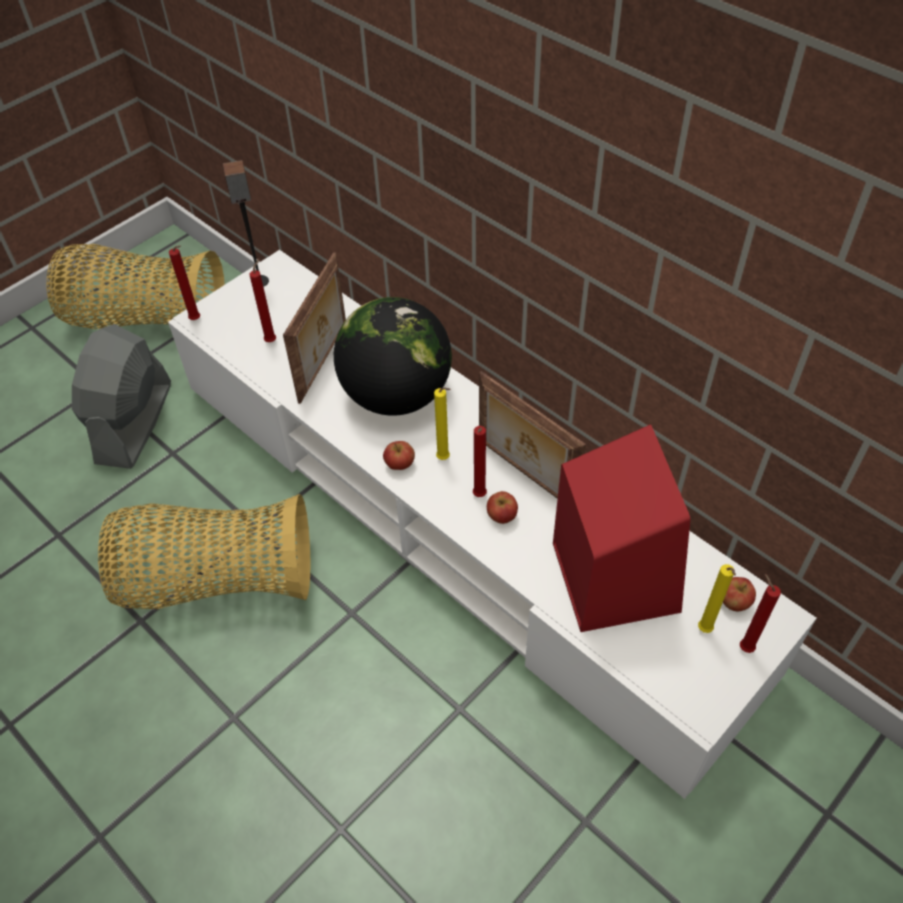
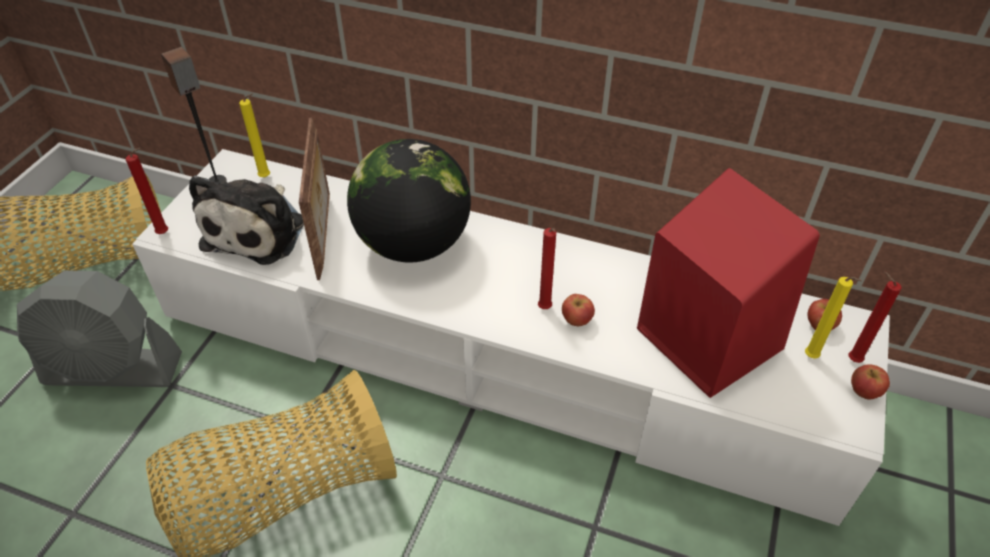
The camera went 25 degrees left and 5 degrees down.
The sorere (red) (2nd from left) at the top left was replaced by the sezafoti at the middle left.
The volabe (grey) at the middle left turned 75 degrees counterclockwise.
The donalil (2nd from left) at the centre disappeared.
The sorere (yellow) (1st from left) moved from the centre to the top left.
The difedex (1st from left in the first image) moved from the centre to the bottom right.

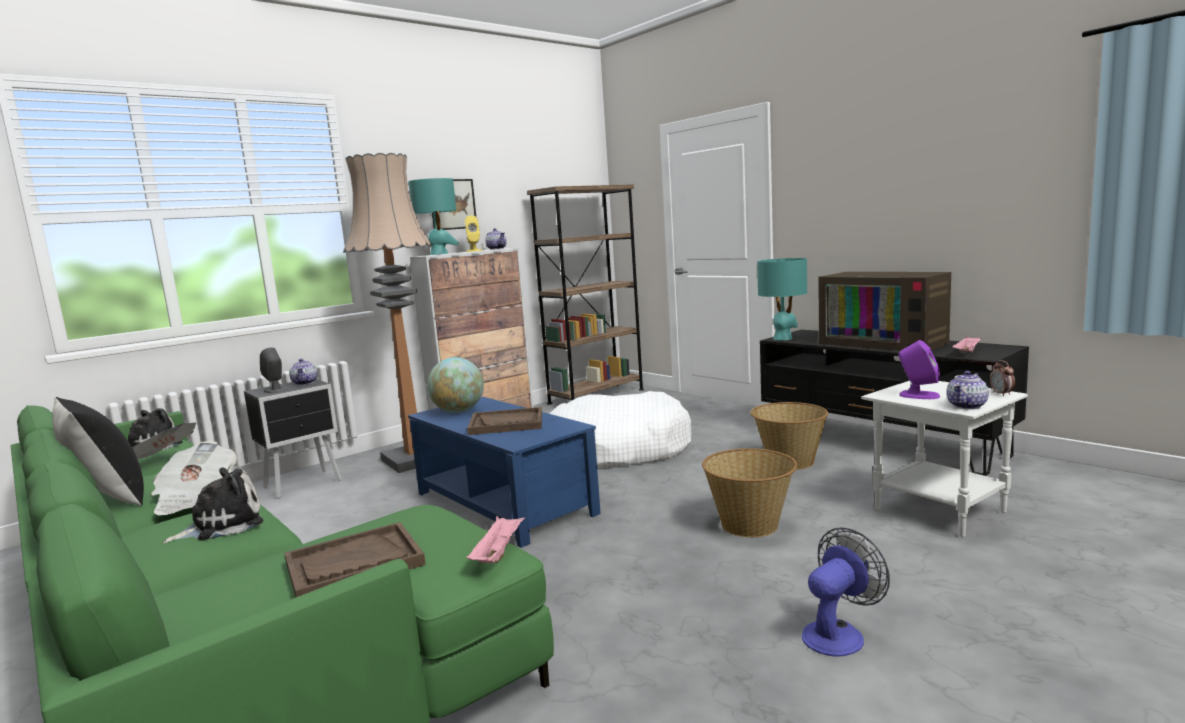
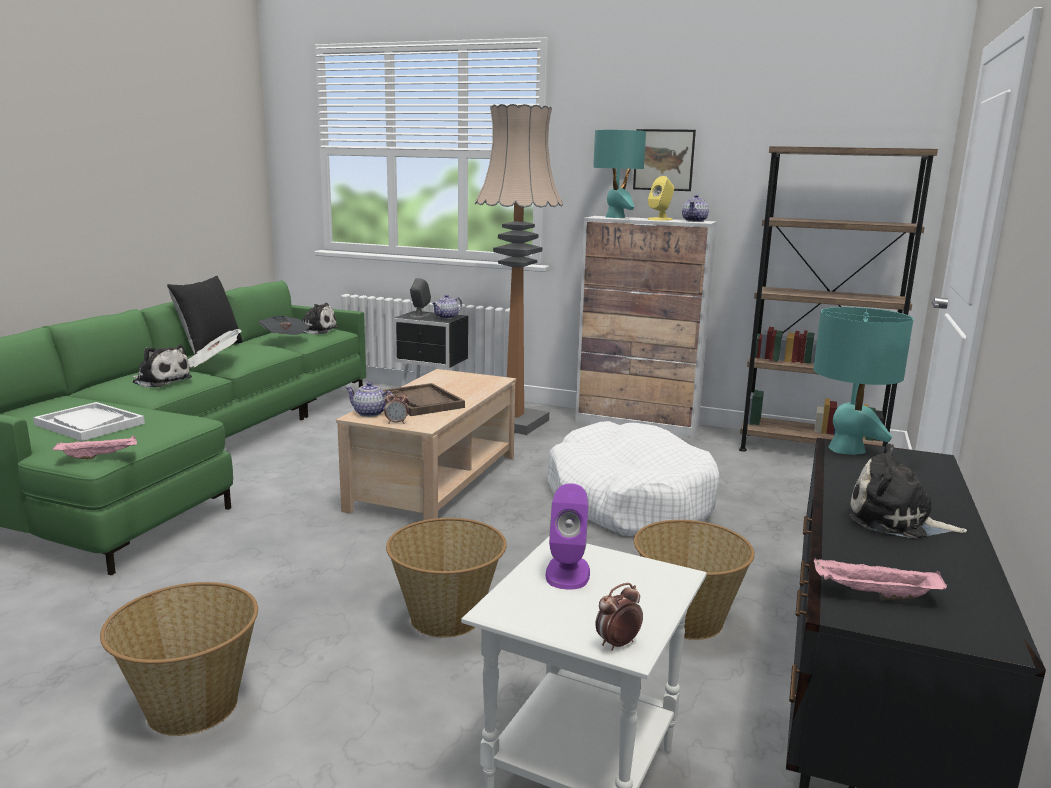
The camera went 60 degrees right and 5 degrees up.
The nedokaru at the middle right was replaced by the sezafoti (3rd from left) at the middle right.
The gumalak at the centre disappeared.
The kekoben (3rd from left in the first image) moved from the middle right to the centre.
The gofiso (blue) at the centre became the gofiso (beige) at the centre.
The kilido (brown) (1st from left) at the bottom left became the kilido (white) at the middle left.
The volabe at the bottom right was replaced by the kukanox (1st from left) at the bottom left.
The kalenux (1st from left) at the centre appeared.

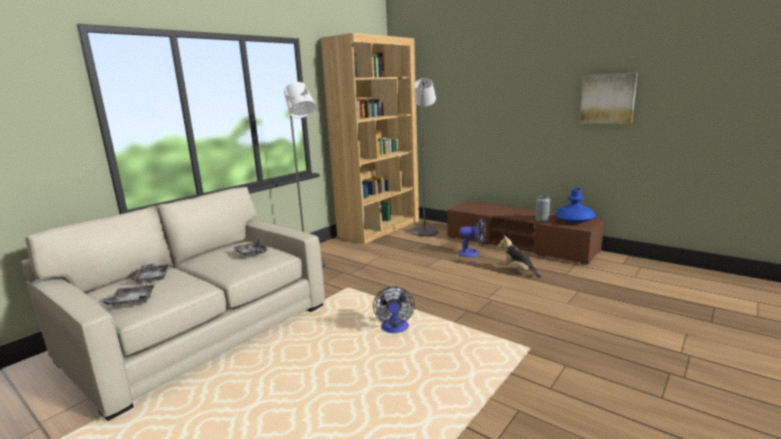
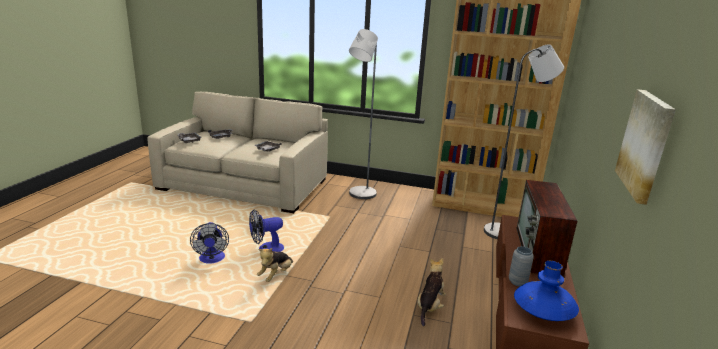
The camera went 65 degrees right and 5 degrees up.
The volabe (2nd from left in the first image) moved from the centre to the bottom left.
The nedokaru at the middle right appeared.
The sezafoti (1st from left) at the bottom centre appeared.

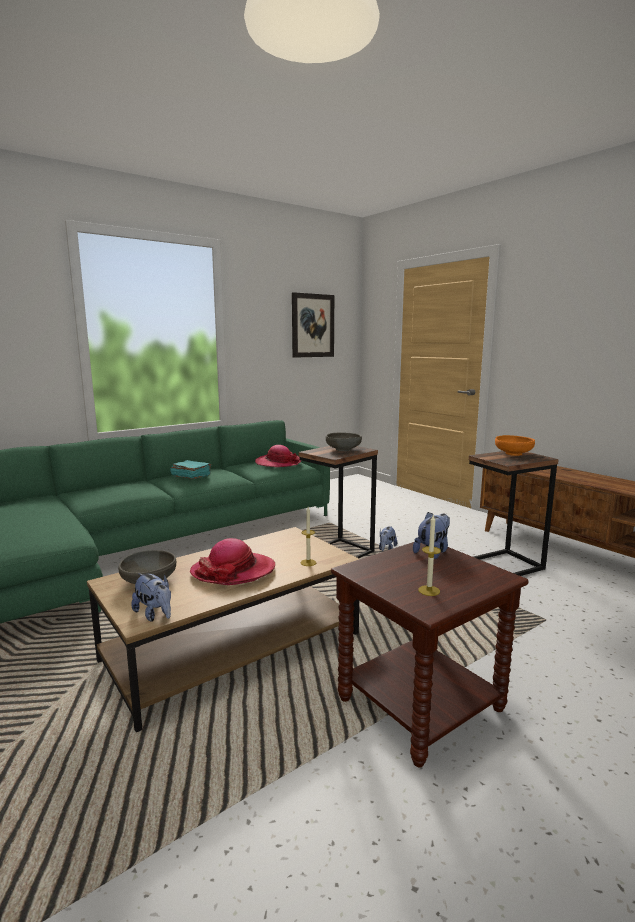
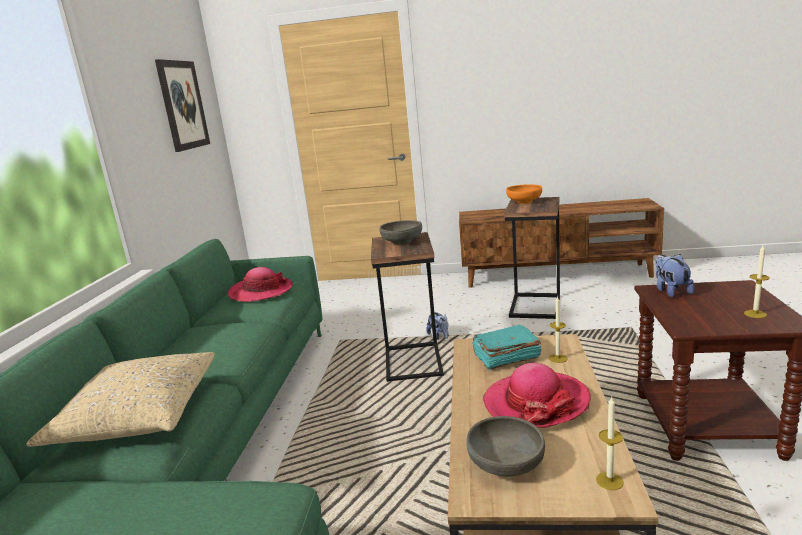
The camera went 45 degrees left and 5 degrees up.
The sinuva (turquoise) moved from the middle left to the centre.
The sezafoti (1st from left) at the middle left was replaced by the sorere (2nd from left) at the bottom right.
The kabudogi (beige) at the bottom left appeared.

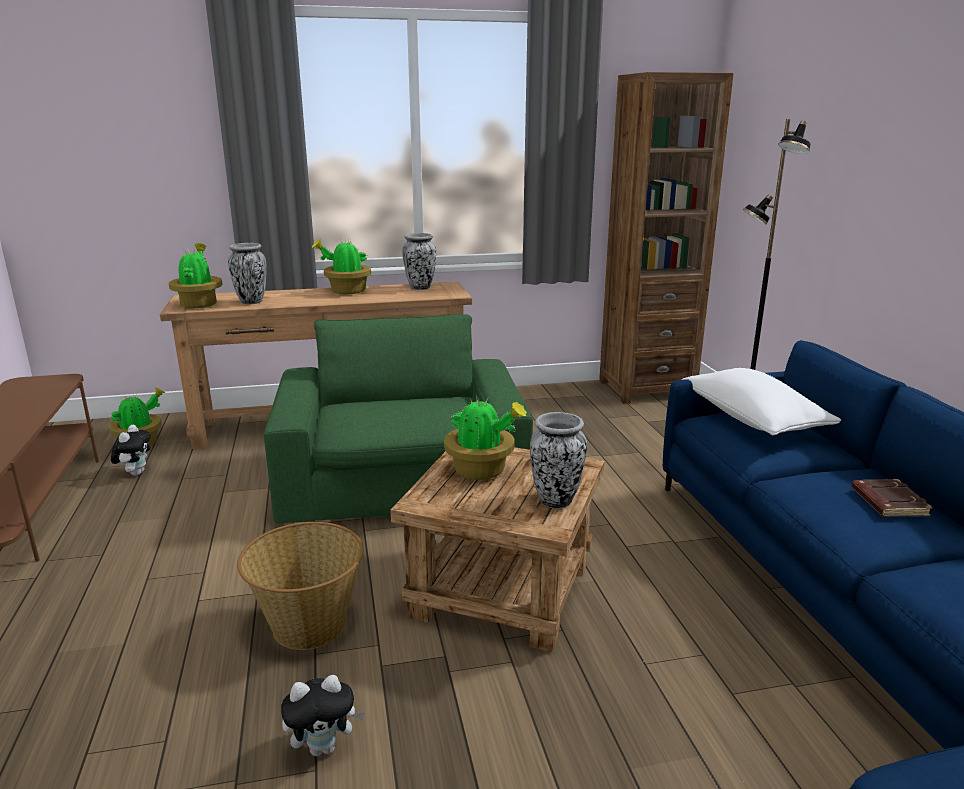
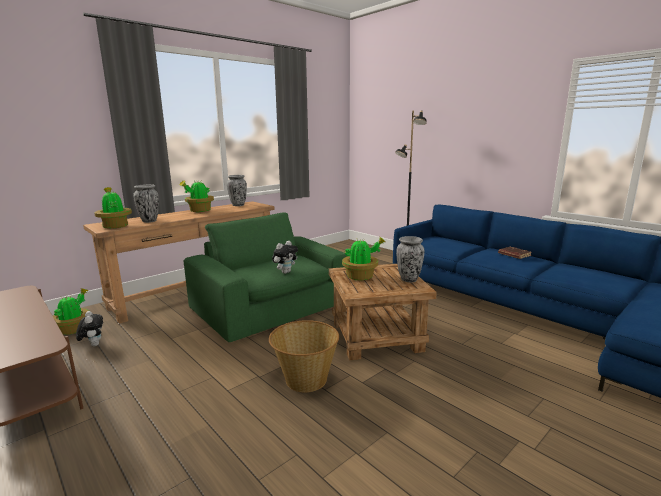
The camera went 30 degrees left and 5 degrees down.
The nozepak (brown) at the top right disappeared.
The kabudogi (white) at the middle right disappeared.
The sezafoti (2nd from left) moved from the bottom centre to the centre.

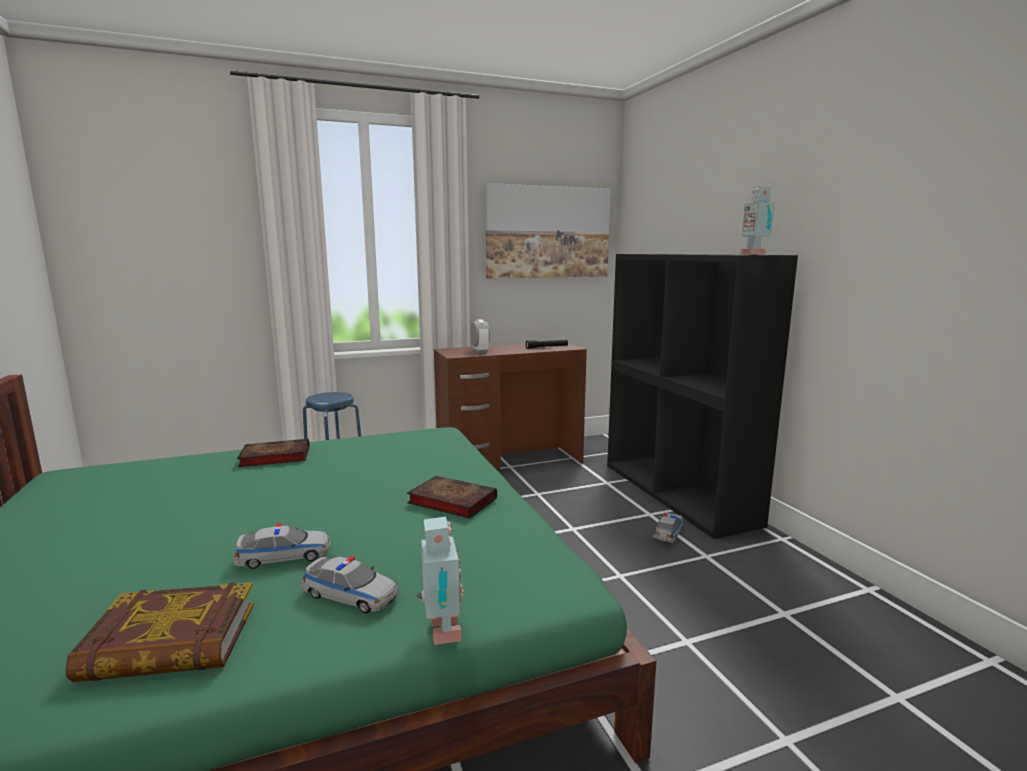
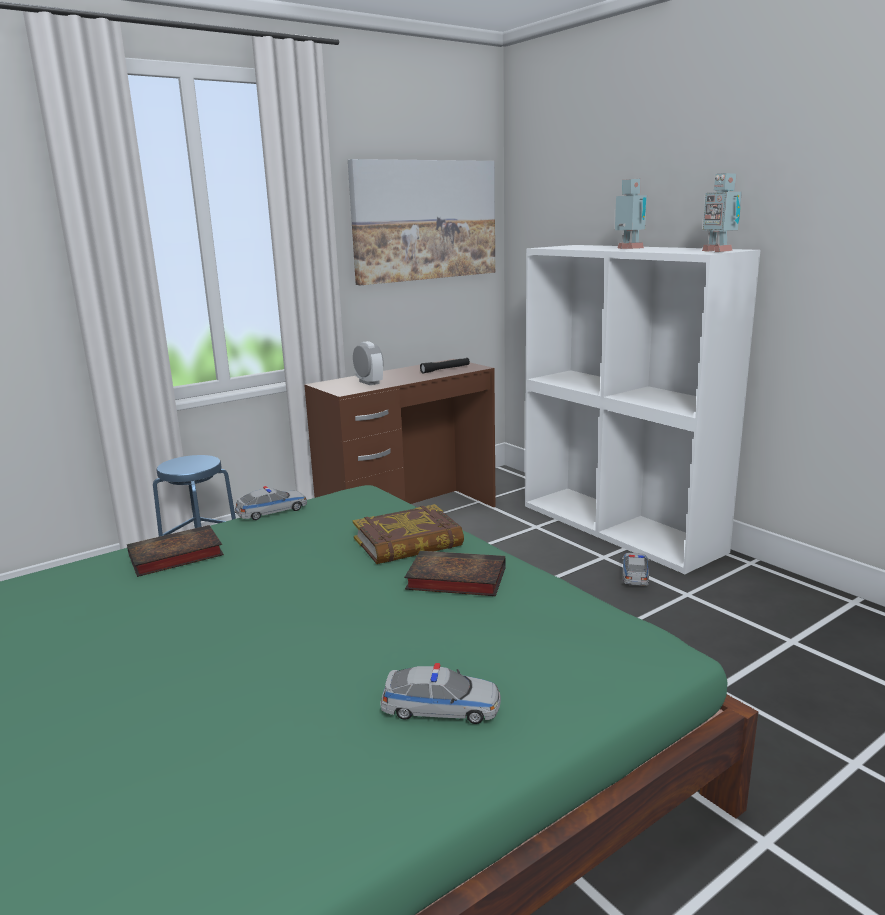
The camera went 15 degrees left and 5 degrees up.
The nozepak (black) at the middle right became the nozepak (white) at the middle right.
The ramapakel (1st from left) moved from the bottom centre to the top right.
The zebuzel (1st from left) moved from the bottom left to the middle left.
The sinuva (1st from left in the first image) moved from the bottom left to the centre.

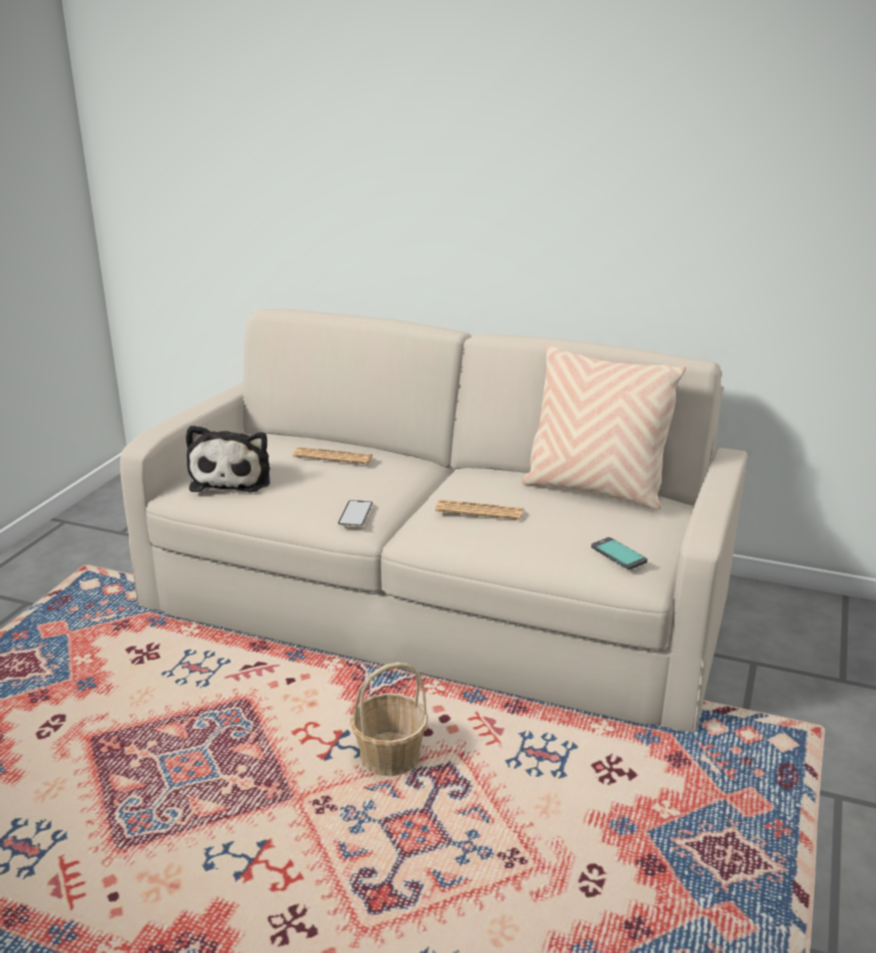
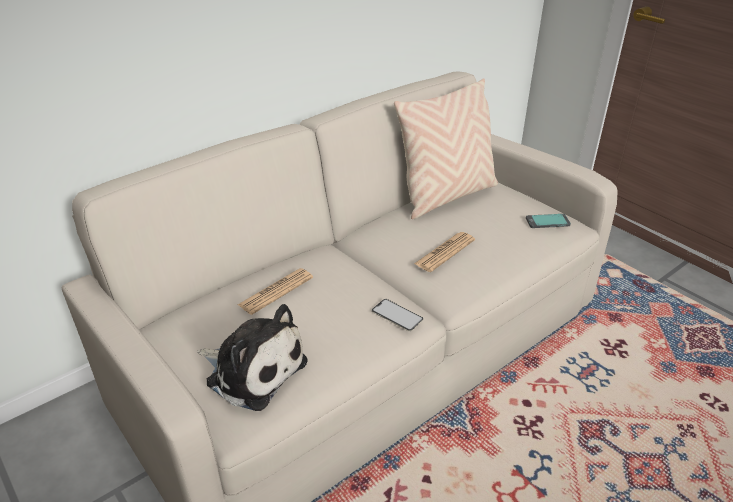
The camera went 60 degrees left and 10 degrees up.
The kukanox at the bottom centre disappeared.

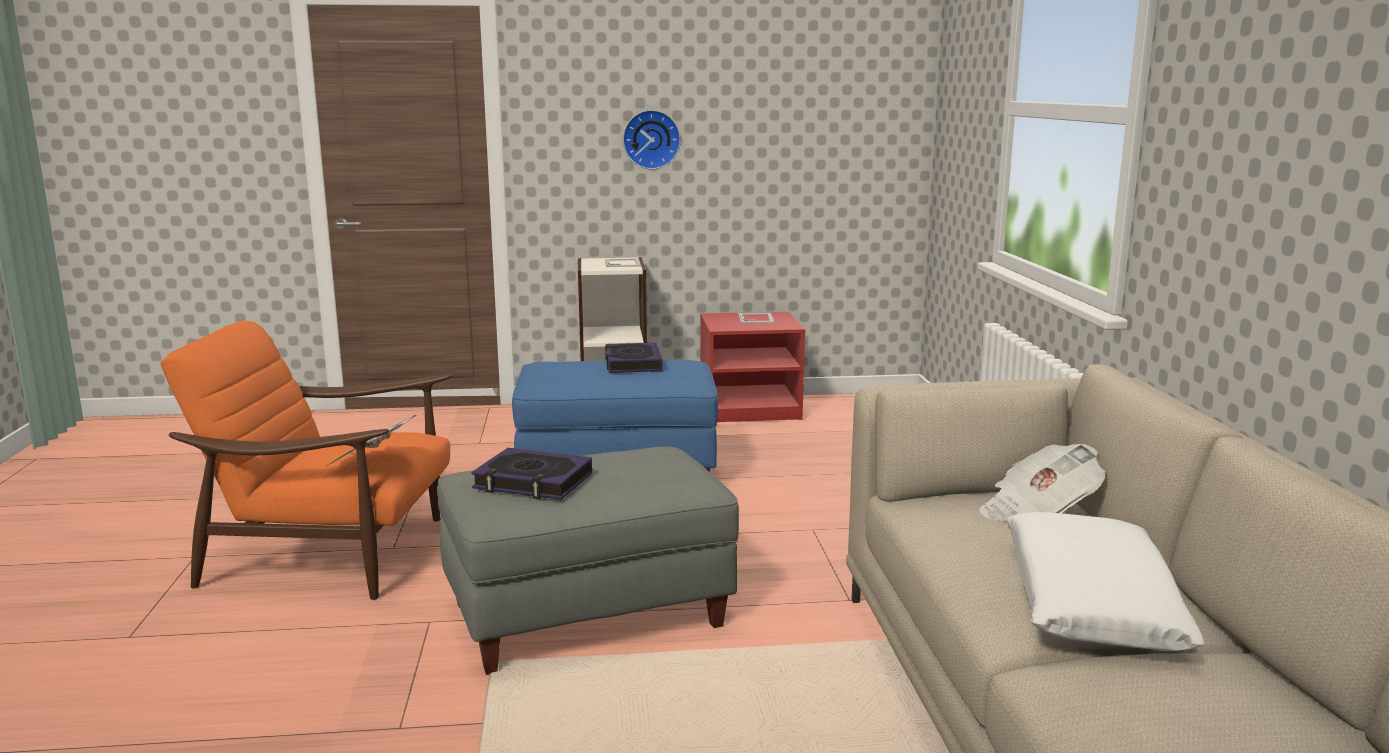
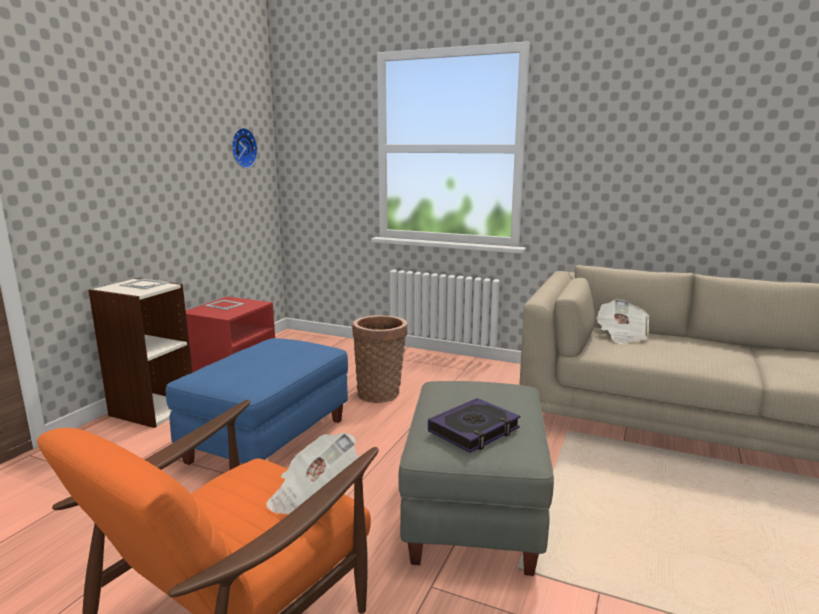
The camera went 60 degrees left and 0 degrees up.
The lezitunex moved from the top centre to the top left.
The sinuva (2nd from left) at the centre disappeared.
The kabudogi (white) at the bottom right disappeared.
The kukanox at the centre appeared.

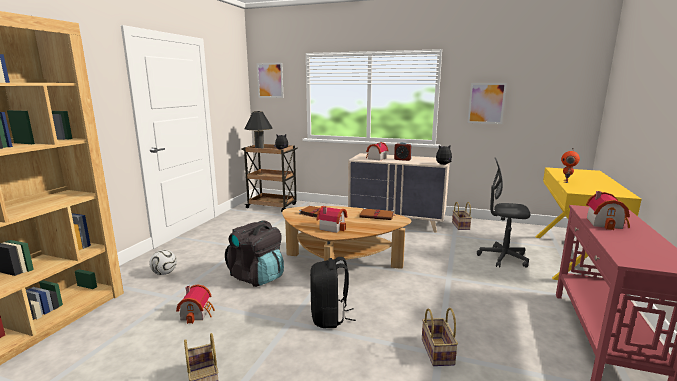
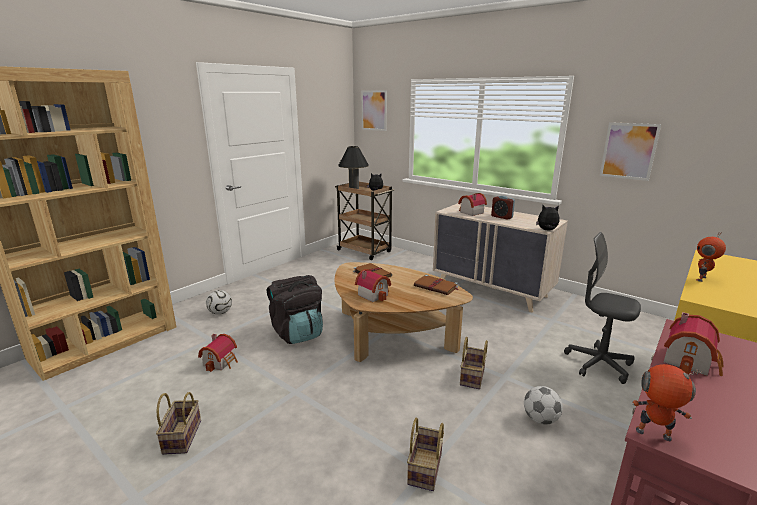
The camera went 20 degrees right and 5 degrees up.
The kukanox (3rd from left) moved from the middle right to the bottom centre.
The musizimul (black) (2nd from left) at the bottom centre disappeared.
The ramapakel (1st from left) at the bottom right appeared.
The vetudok (2nd from left) at the bottom right appeared.

